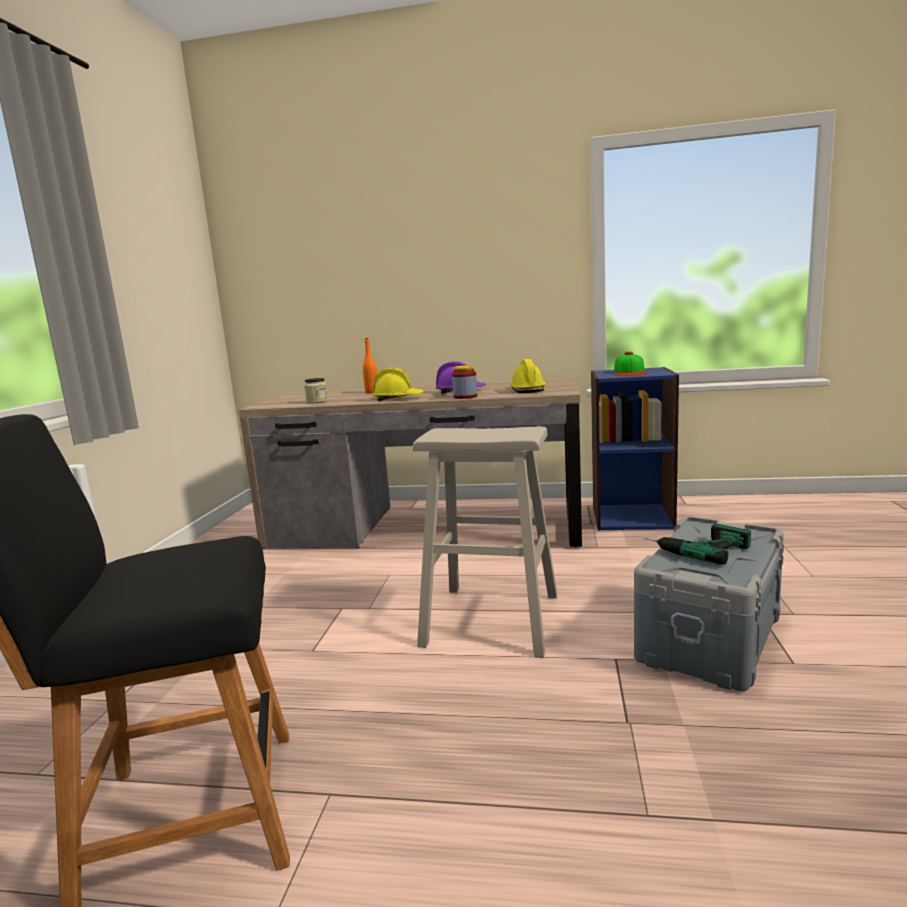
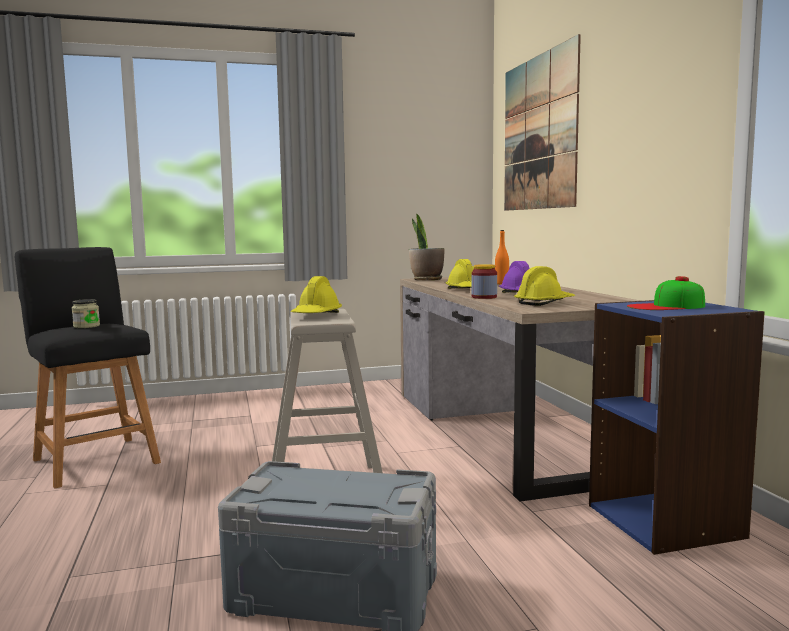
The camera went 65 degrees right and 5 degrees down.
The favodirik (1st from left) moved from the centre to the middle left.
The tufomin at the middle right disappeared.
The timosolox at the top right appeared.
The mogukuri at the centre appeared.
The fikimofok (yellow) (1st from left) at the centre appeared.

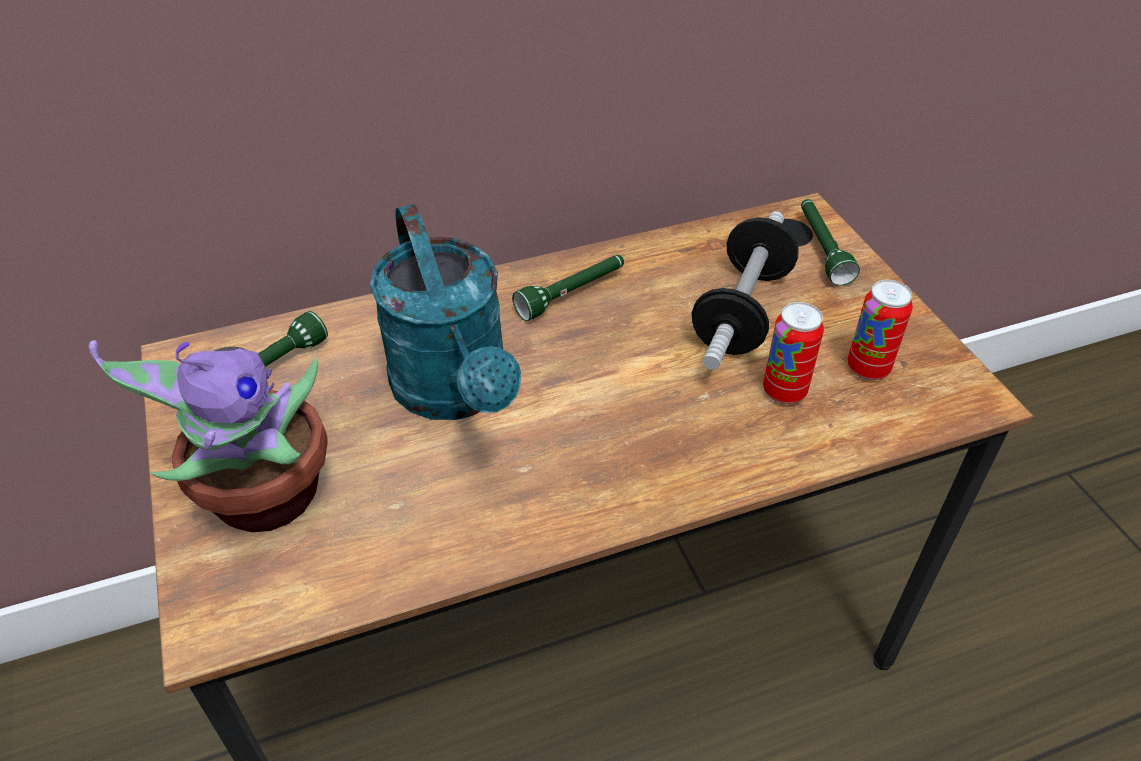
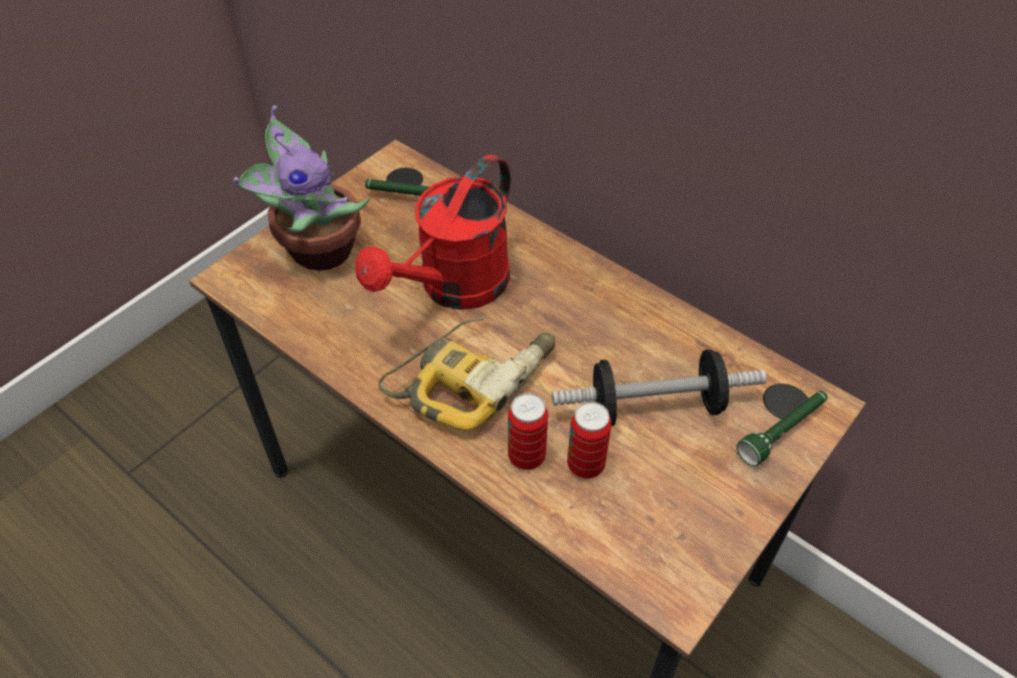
The camera went 60 degrees right and 5 degrees up.
The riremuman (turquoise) at the centre became the riremuman (red) at the centre.
The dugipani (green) (2nd from left) at the centre disappeared.
The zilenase (2nd from left in the first image) moved from the middle right to the centre.
The tufomin at the centre appeared.

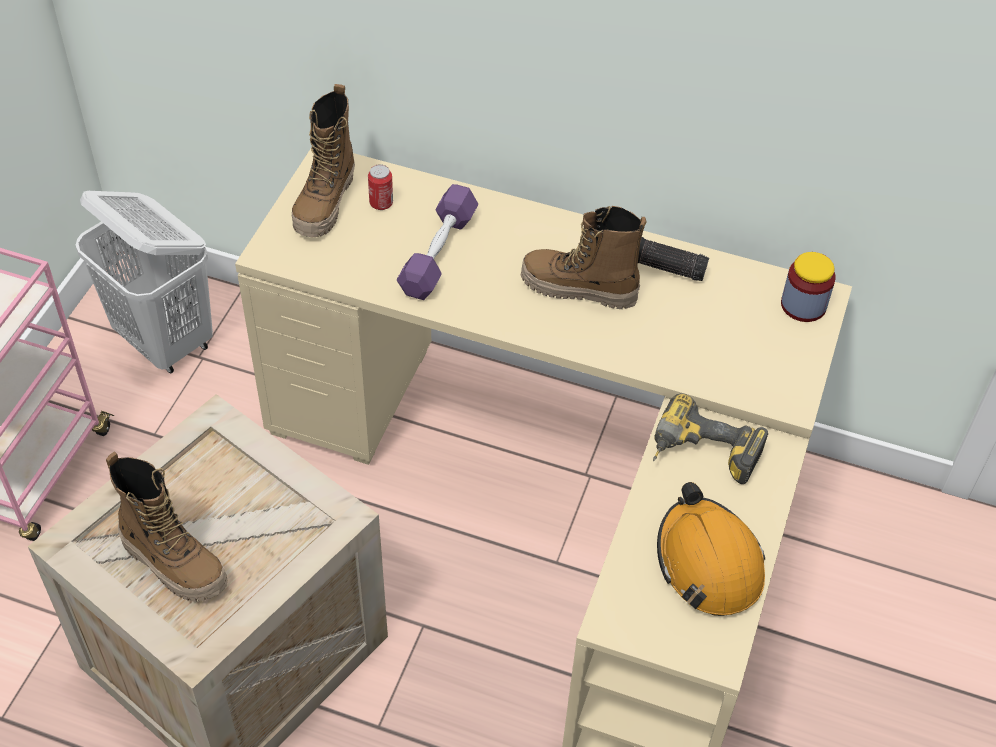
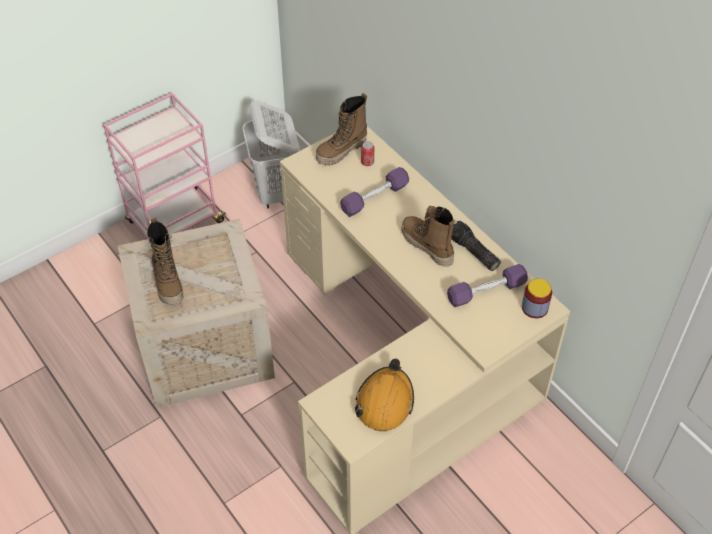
The camera went 35 degrees right and 0 degrees up.
The tufomin at the middle right disappeared.
The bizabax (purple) (2nd from left) at the middle right appeared.

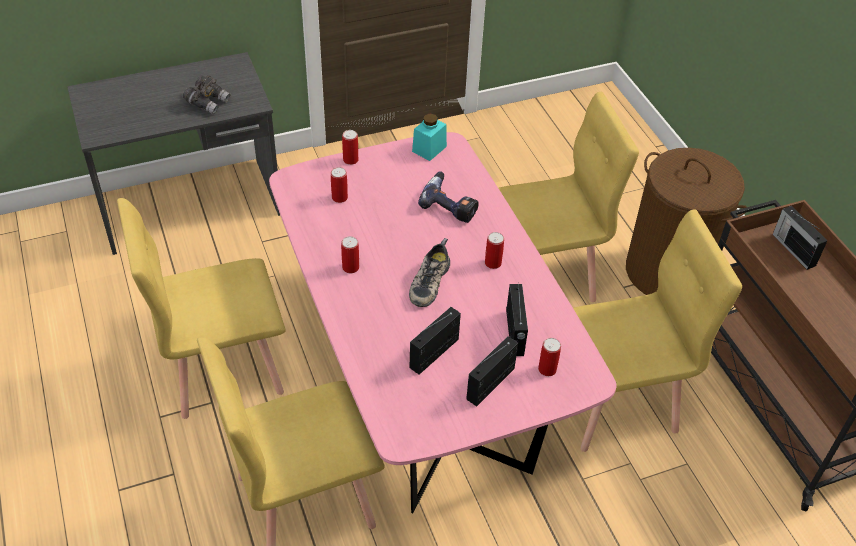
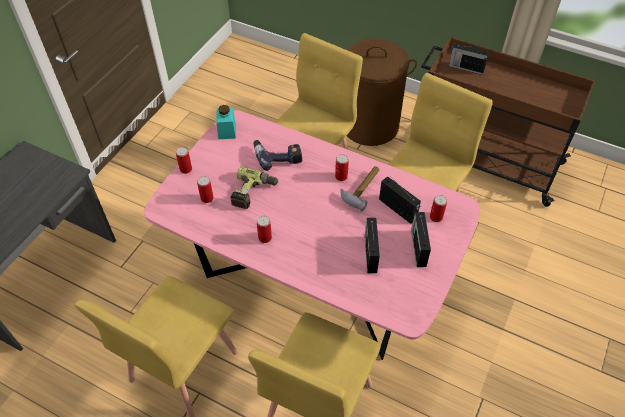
The camera went 40 degrees left and 5 degrees up.
The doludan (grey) at the top left disappeared.
The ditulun at the centre disappeared.
The tufomin (1st from left) at the centre appeared.
The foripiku at the centre appeared.

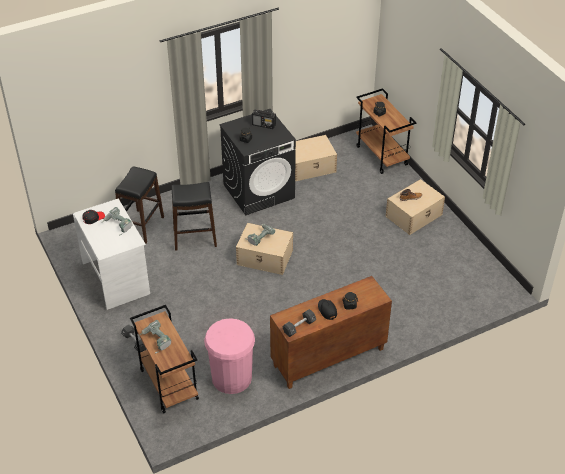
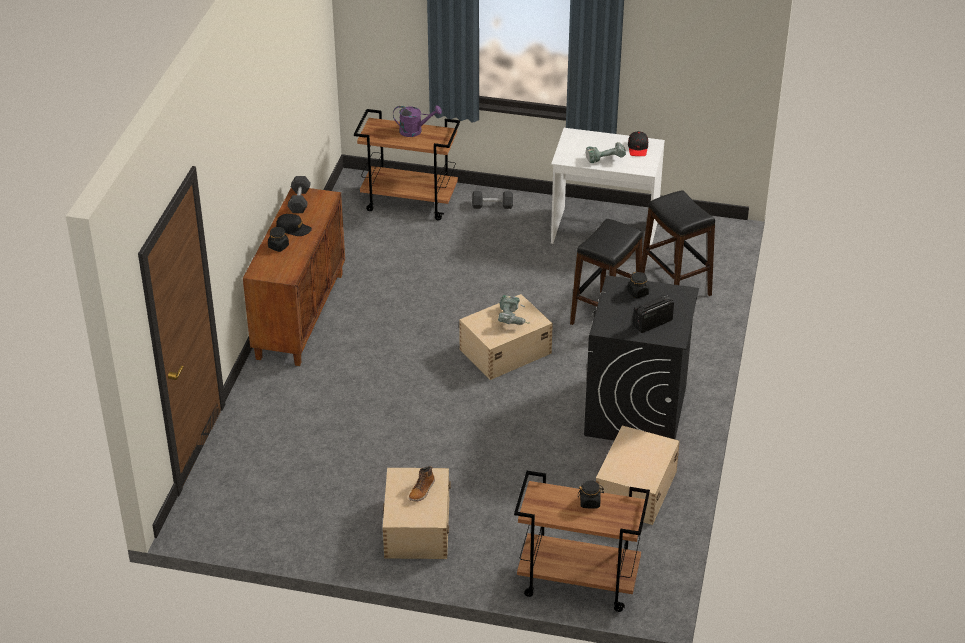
The camera went 130 degrees right and 5 degrees down.
The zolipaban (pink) at the bottom centre disappeared.
The tufomin (2nd from left) at the bottom left was replaced by the riremuman (purple) at the top centre.

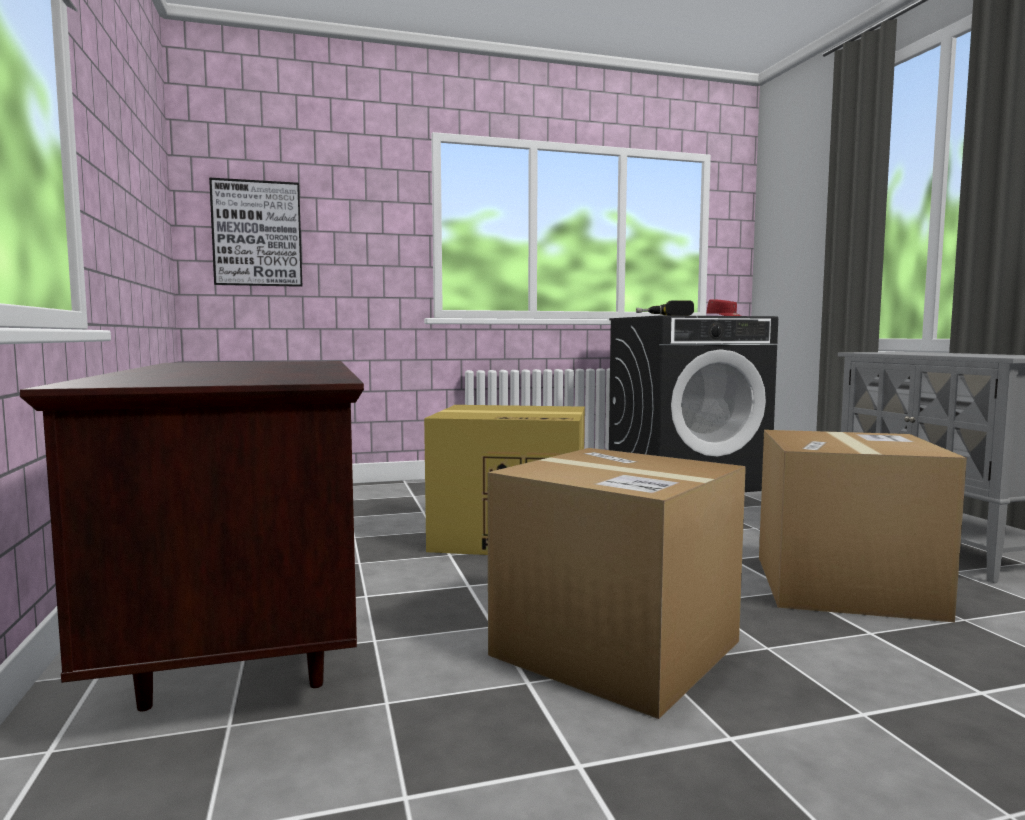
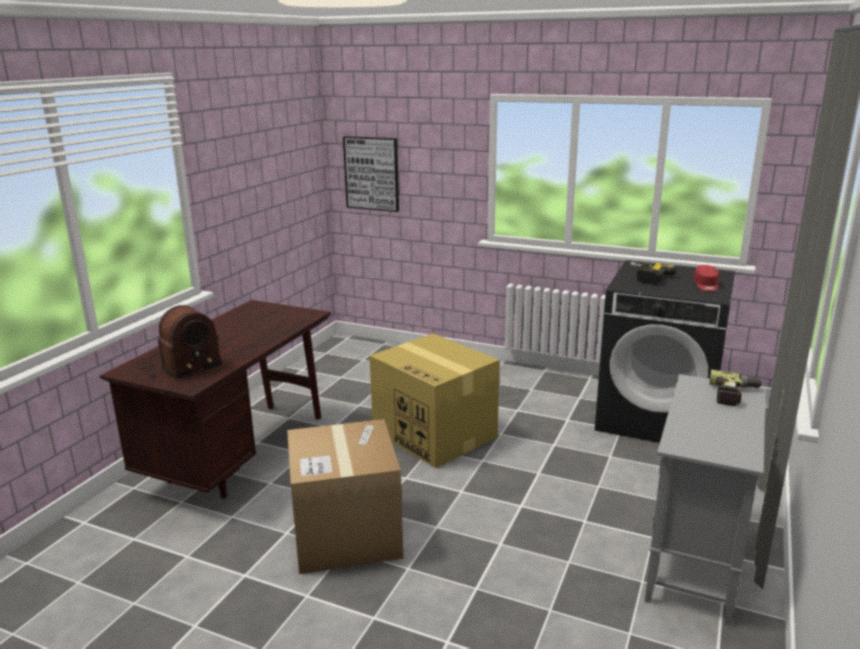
The camera went 40 degrees right and 15 degrees up.
The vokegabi (3rd from left) at the middle right disappeared.
The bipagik at the middle left appeared.
The tufomin (2nd from left) at the middle right appeared.

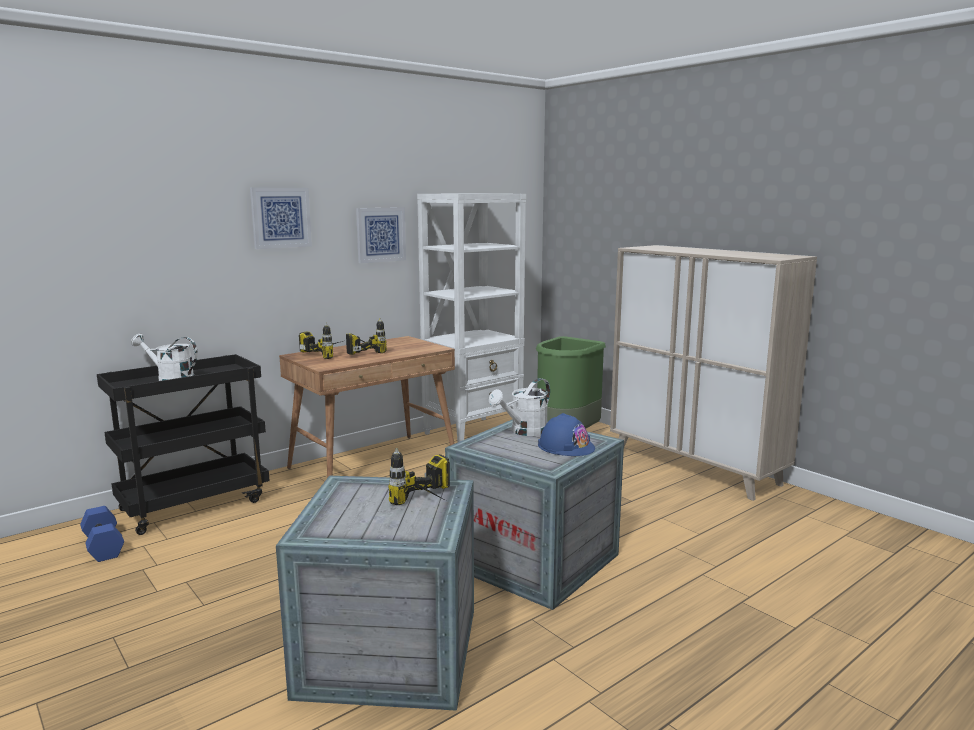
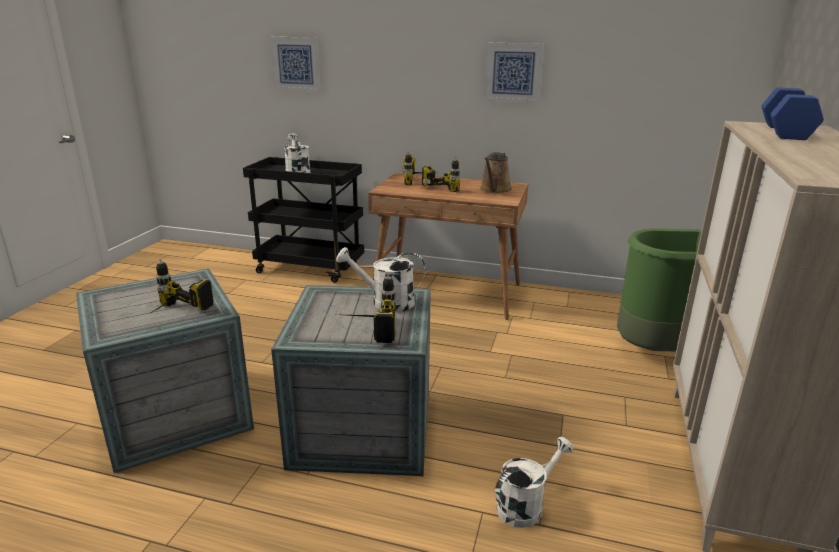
The camera went 55 degrees right and 10 degrees up.
The timosolox (1st from left) moved from the top left to the top centre.
The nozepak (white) at the centre disappeared.
The fikimofok (blue) at the centre was replaced by the tufomin (2nd from left) at the centre.
The bizabax (blue) moved from the bottom left to the top right.
The riremuman (brown) at the top centre appeared.
The riremuman (white) (3rd from left) at the bottom centre appeared.

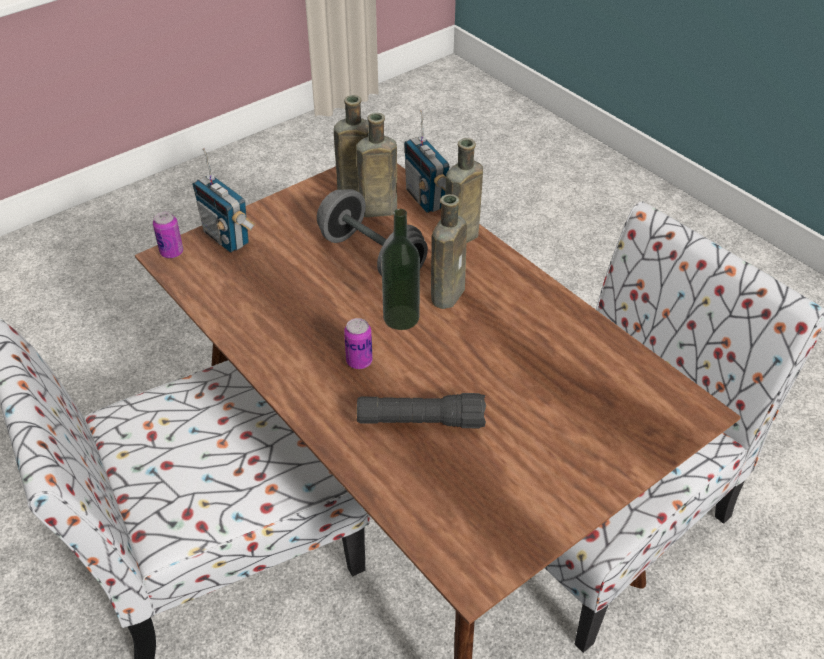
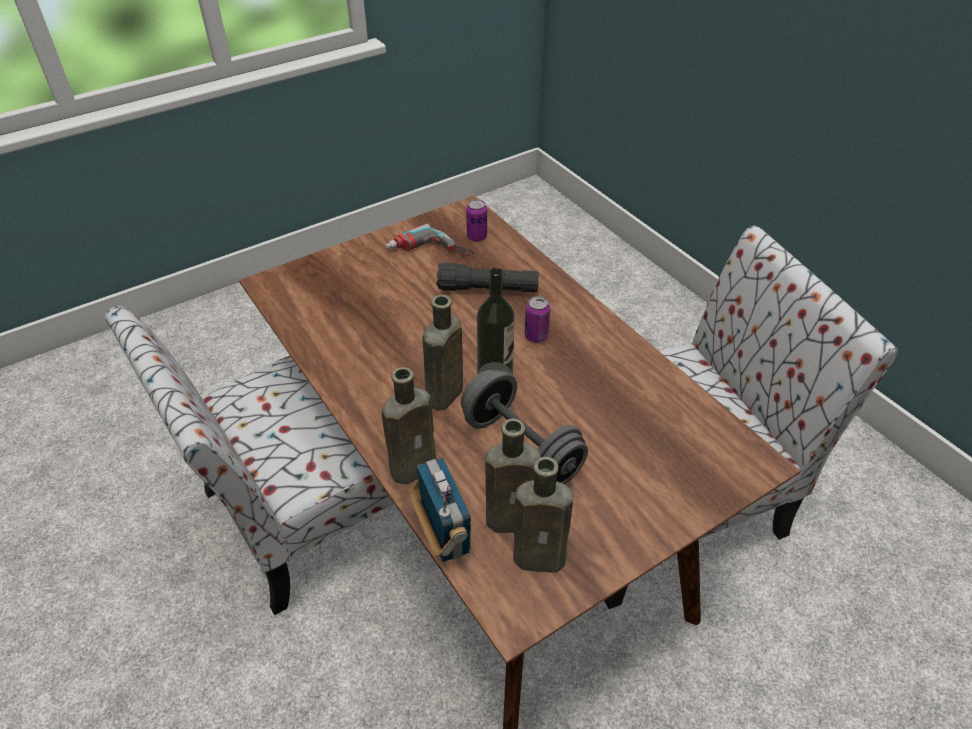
The camera went 175 degrees left and 0 degrees up.
The bipagik (1st from left) at the top left disappeared.
The zilenase (1st from left) moved from the middle left to the top centre.
The tufomin at the top centre appeared.

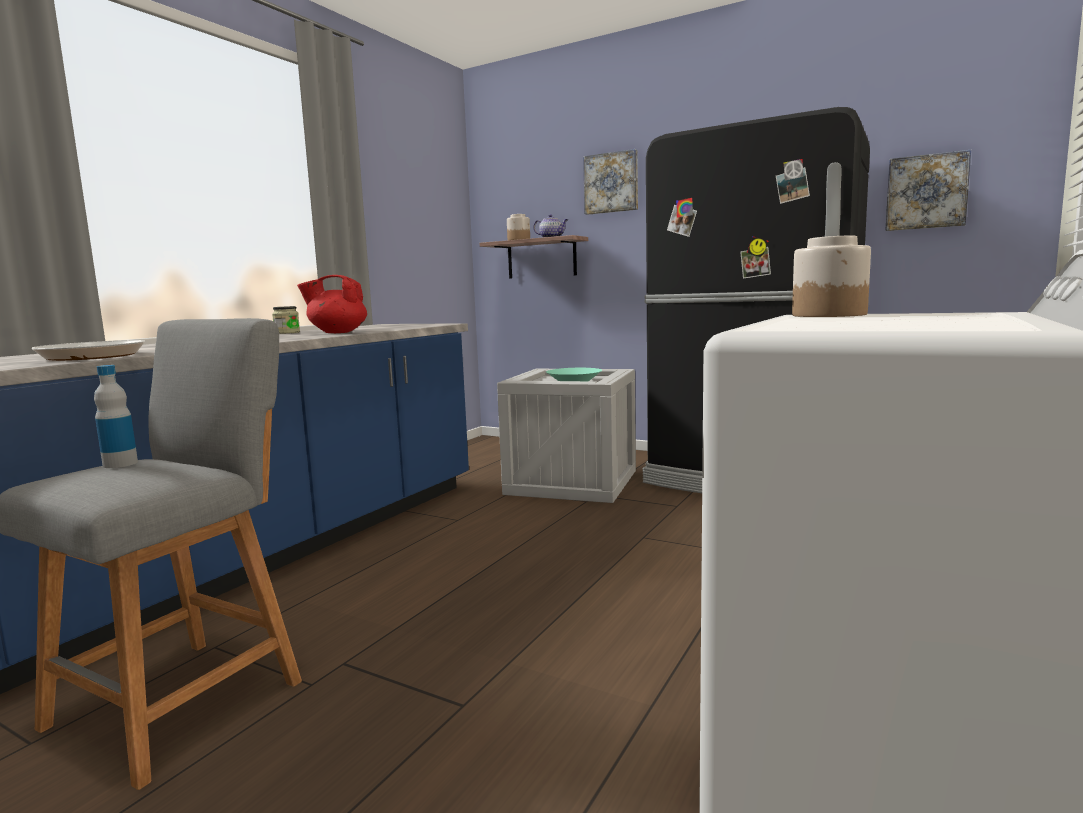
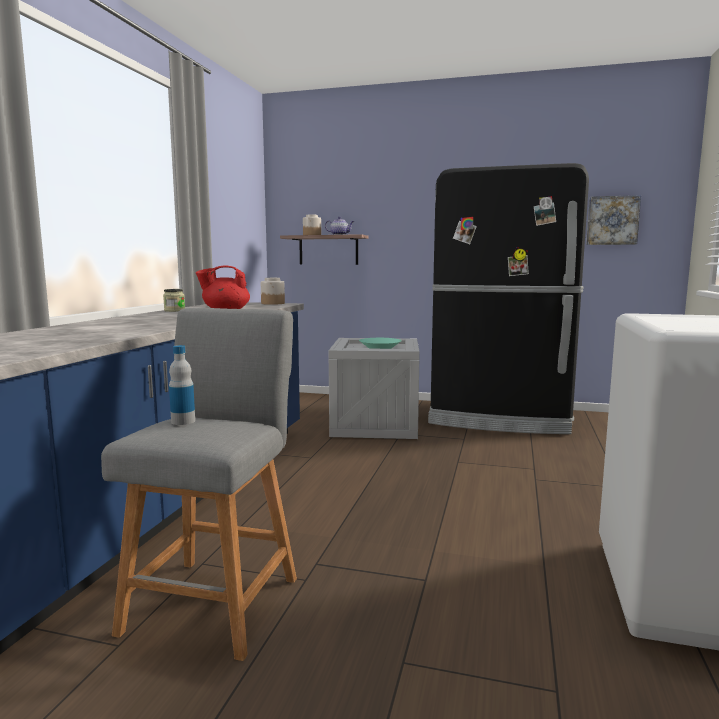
The camera went 15 degrees left and 0 degrees up.
The timosolox (1st from left) at the top centre disappeared.
The favodirik (3rd from left in the first image) moved from the middle right to the centre.
The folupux at the middle left disappeared.

